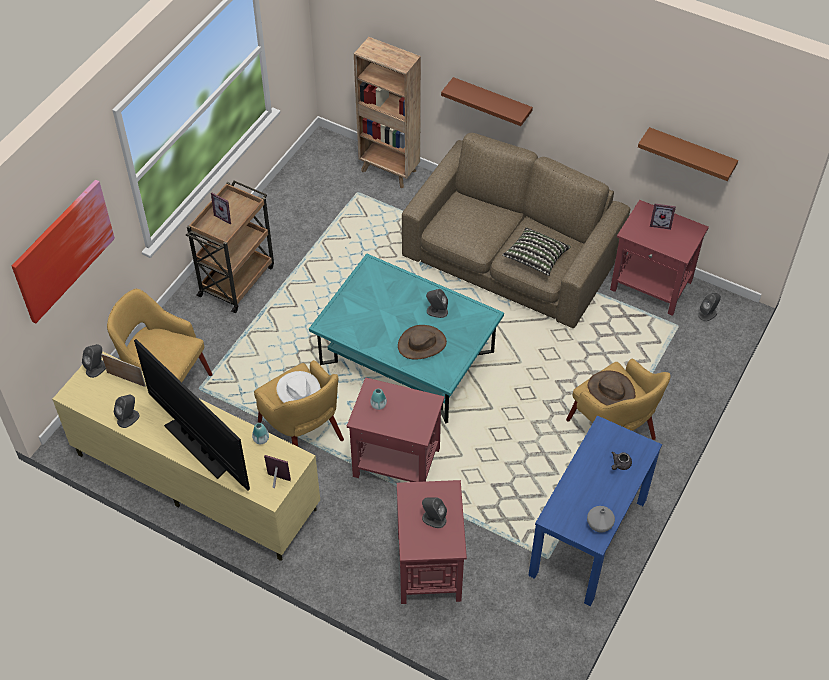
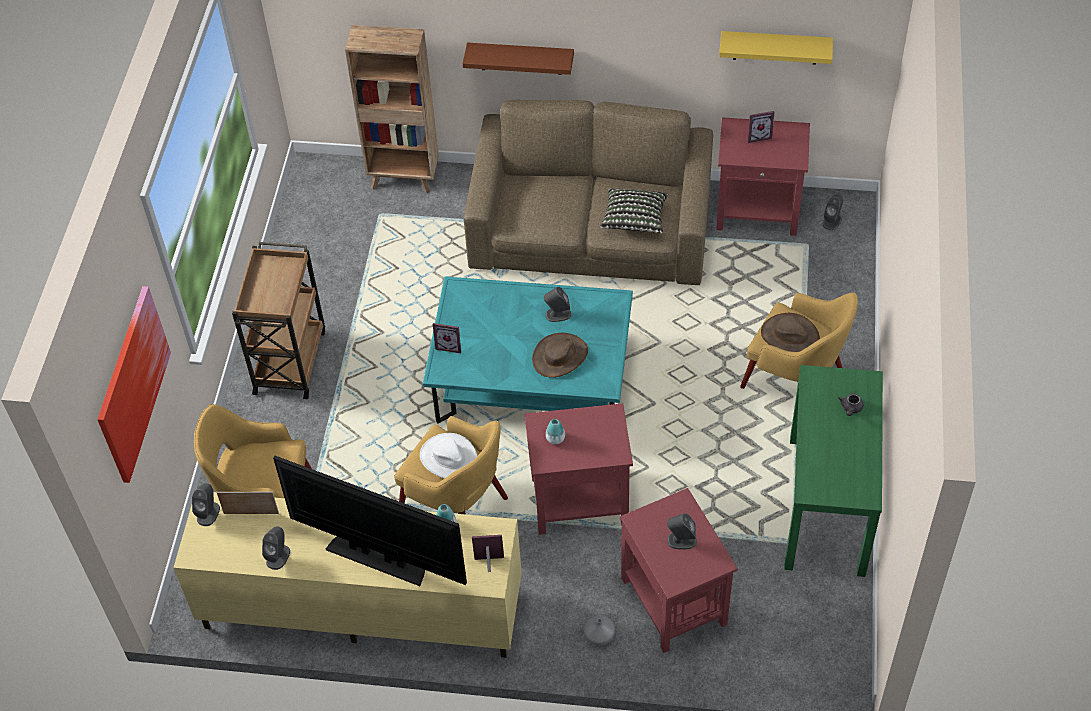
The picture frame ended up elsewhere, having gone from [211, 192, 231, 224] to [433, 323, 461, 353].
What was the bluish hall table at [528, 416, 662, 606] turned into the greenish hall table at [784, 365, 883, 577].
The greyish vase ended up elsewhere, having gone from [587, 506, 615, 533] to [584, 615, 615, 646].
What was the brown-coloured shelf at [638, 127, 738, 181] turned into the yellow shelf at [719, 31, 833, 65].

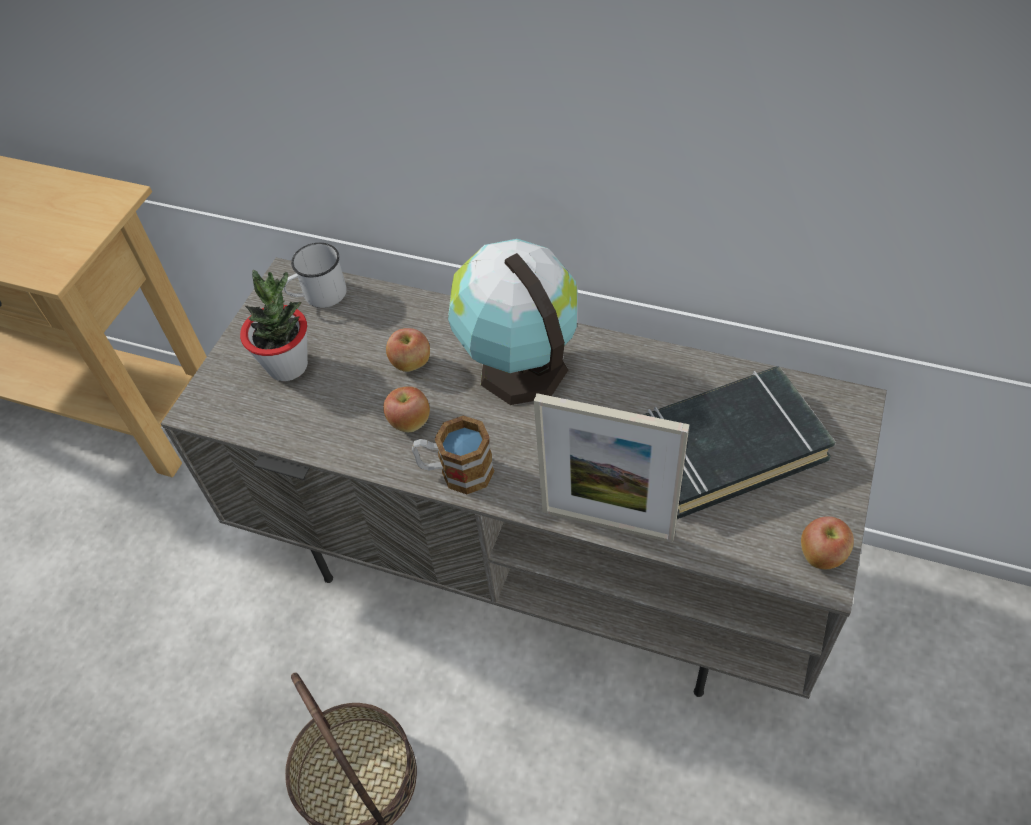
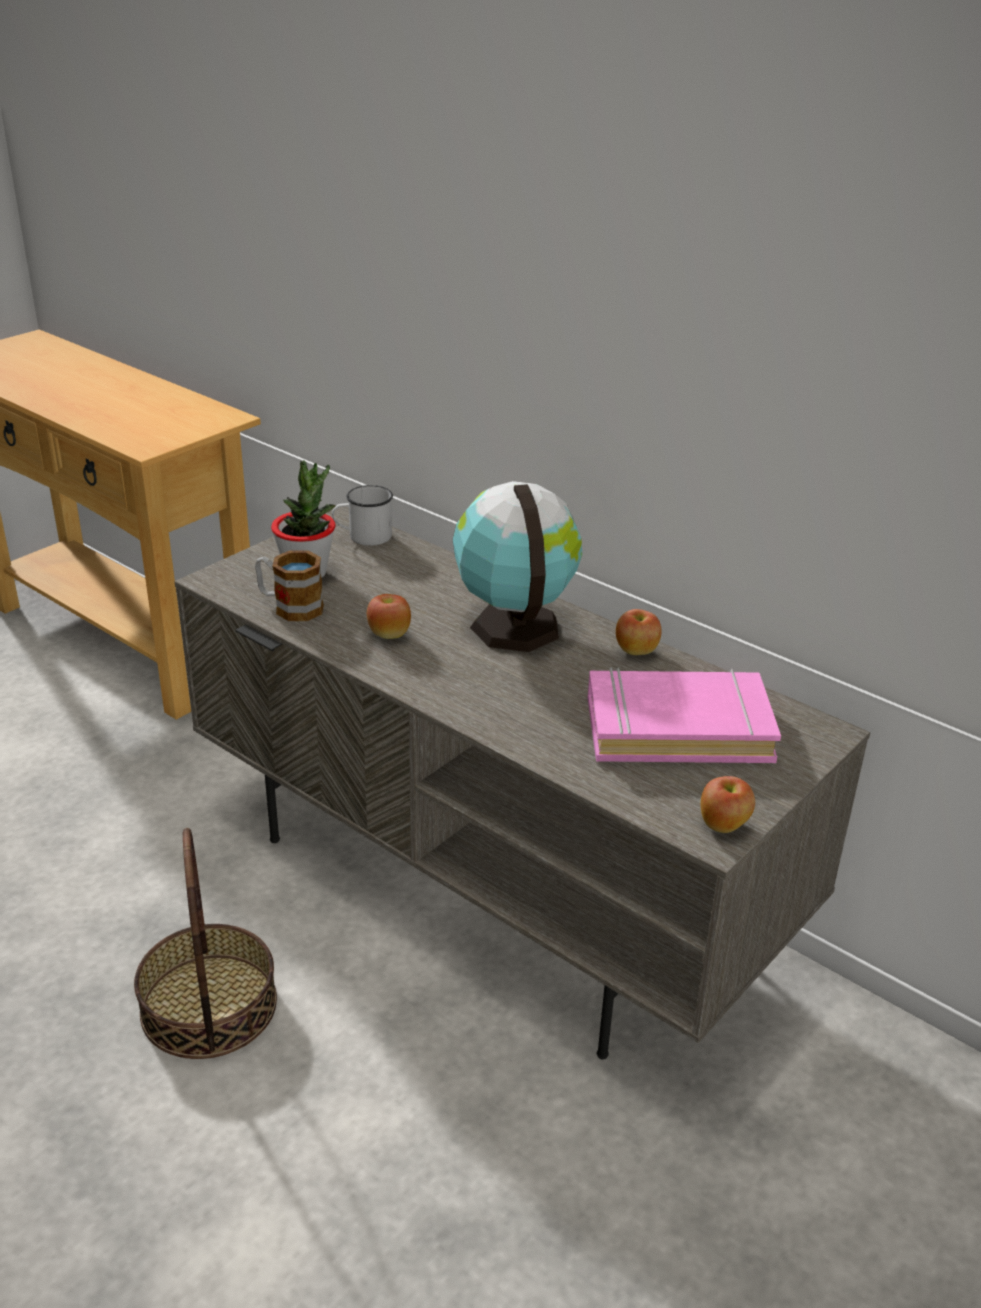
The apple ended up elsewhere, having gone from [386, 328, 430, 372] to [616, 609, 662, 655].
The mug ended up elsewhere, having gone from [412, 416, 495, 494] to [255, 550, 324, 621].
The second view lost the picture frame at [534, 393, 689, 543].
What was the black bound book at [644, 366, 836, 519] turned into the pinkish bound book at [588, 667, 781, 763].

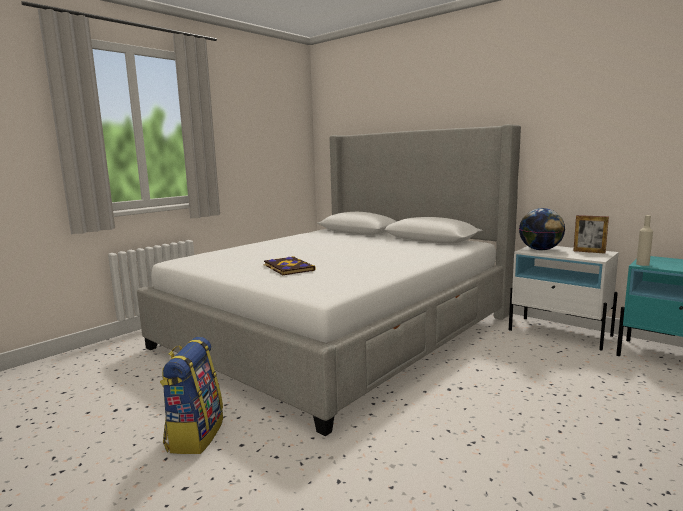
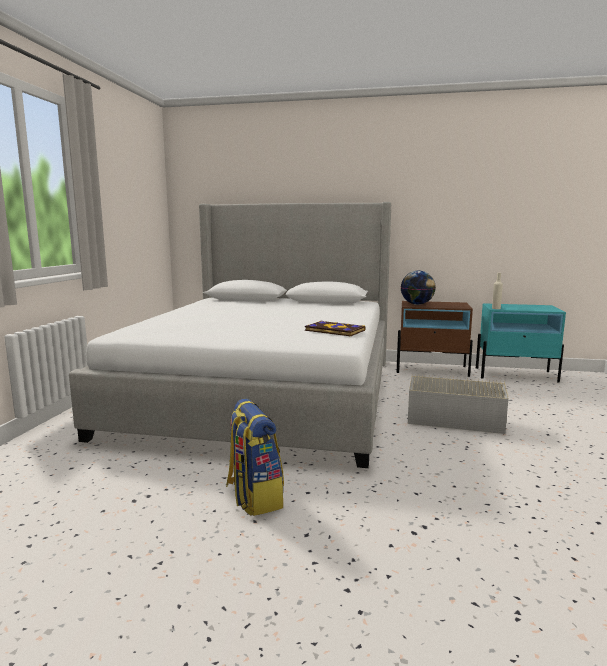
The bound book ended up elsewhere, having gone from [263, 256, 316, 275] to [305, 321, 366, 336].
What was the white nightstand at [509, 246, 619, 351] turned into the brown-coloured nightstand at [396, 301, 473, 377].
The second view lost the picture frame at [573, 215, 609, 254].
The second view gained the greyish storage container at [408, 374, 509, 434].

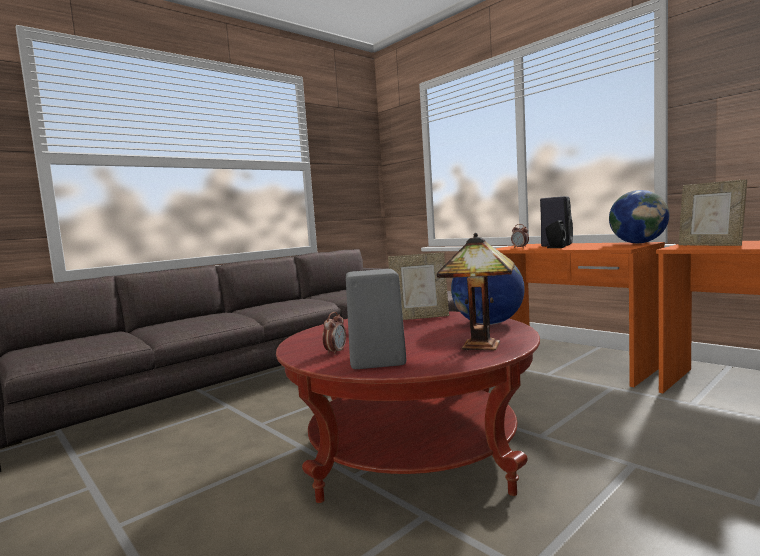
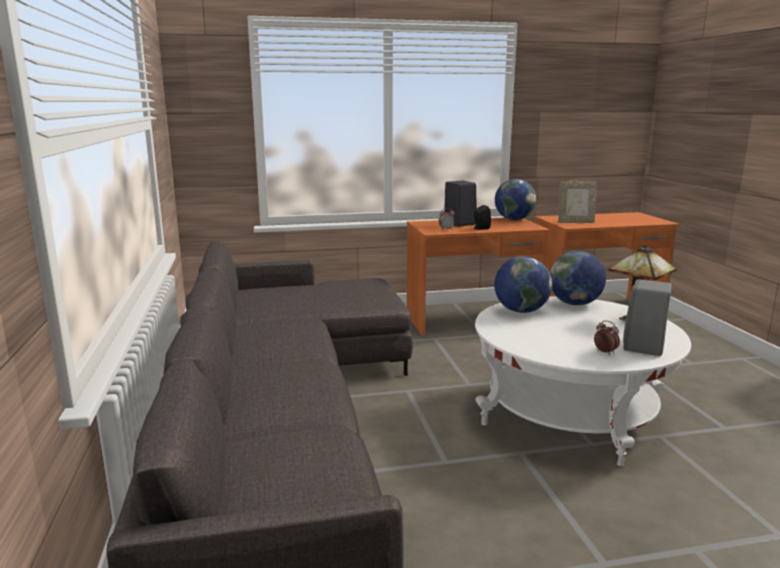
What was the reddish low table at [276, 311, 540, 503] turned into the white low table at [475, 297, 691, 466].
Where the picture frame stood at [388, 252, 449, 320], the globe came to stand at [494, 256, 552, 313].

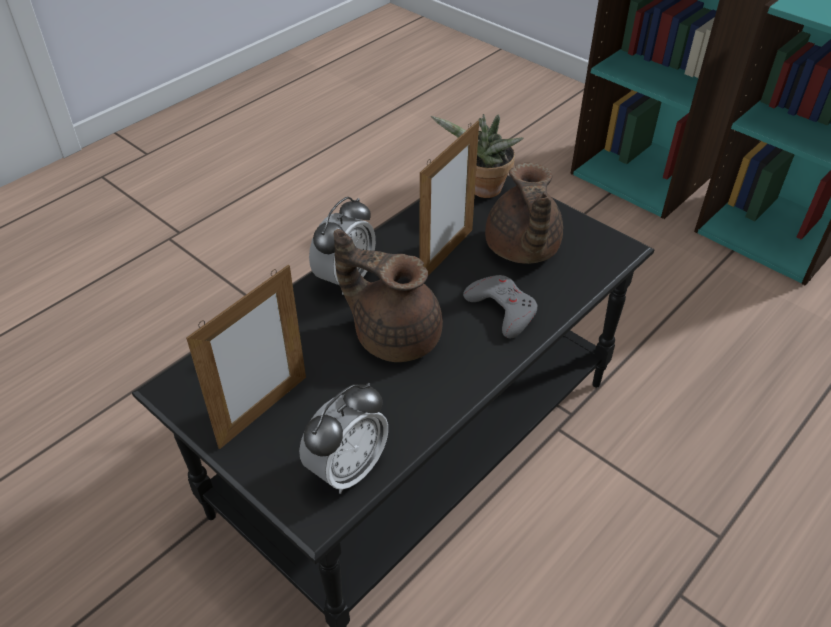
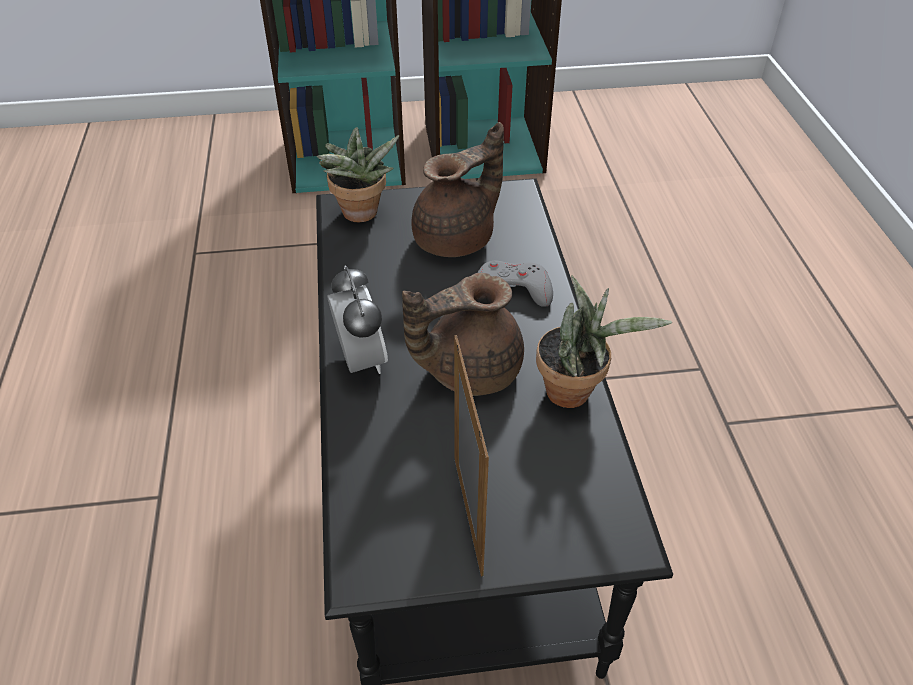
The second view lost the table clock at [299, 383, 388, 494].
The second view lost the picture frame at [419, 121, 479, 276].
The brown-coloured tea pot at [485, 163, 563, 264] ended up facing another way, 75 degrees counterclockwise from before.
The second view gained the plant in a pot at [536, 276, 672, 408].

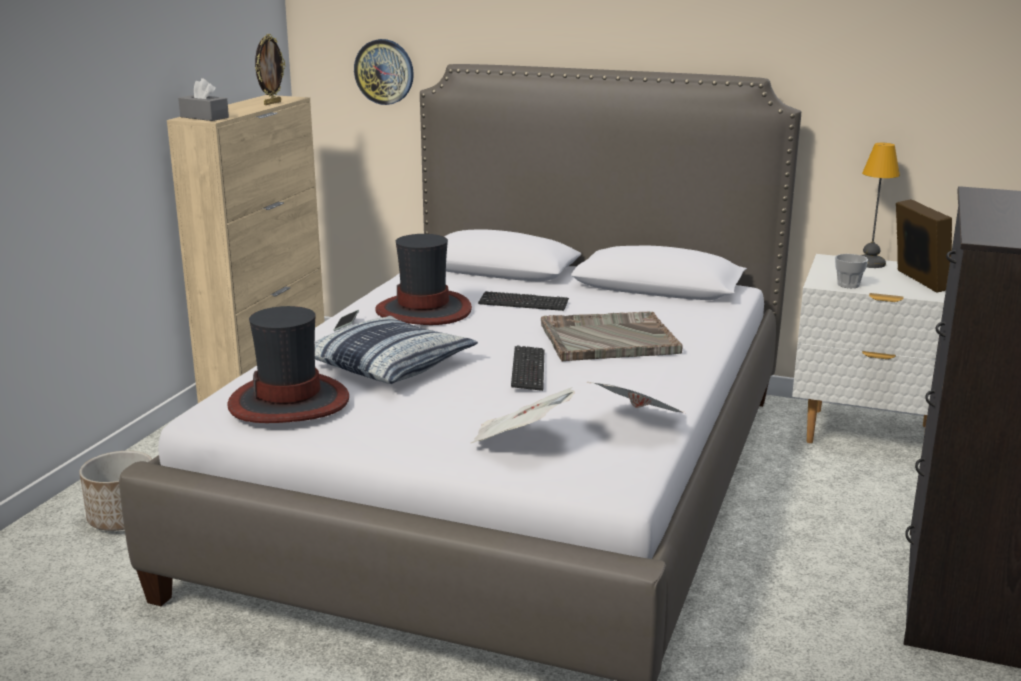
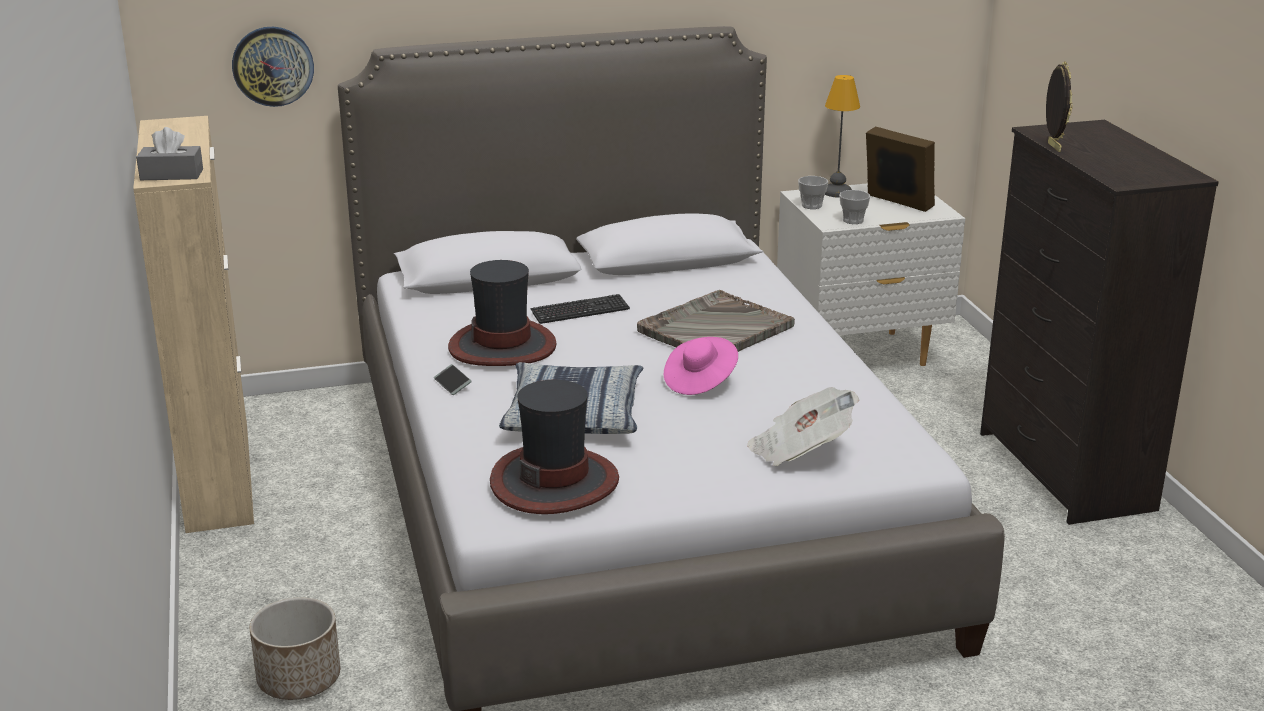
The picture frame ended up elsewhere, having gone from [255, 34, 286, 105] to [1046, 61, 1073, 152].
Where the PC keyboard stood at [511, 346, 545, 391], the pinkish hat came to stand at [664, 337, 738, 395].
The second view lost the daily paper at [587, 382, 685, 414].
The second view gained the drinking cup at [798, 176, 828, 209].

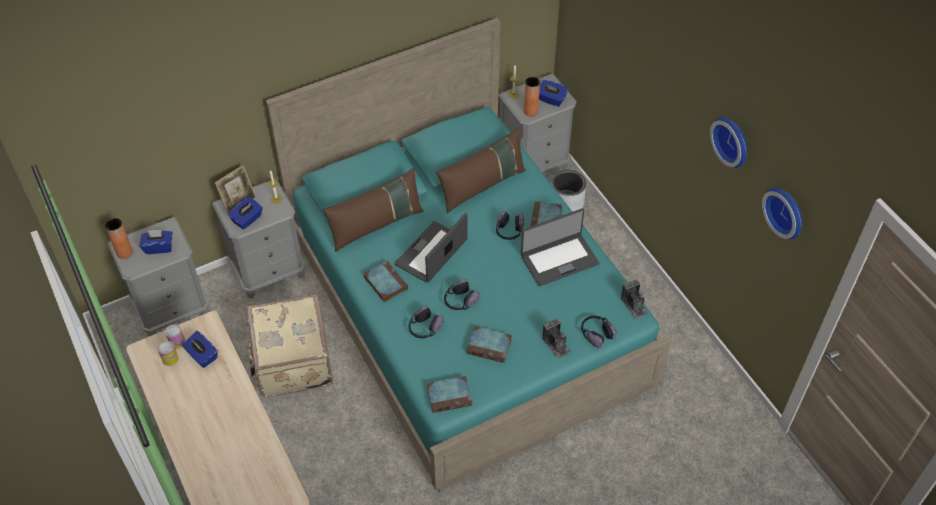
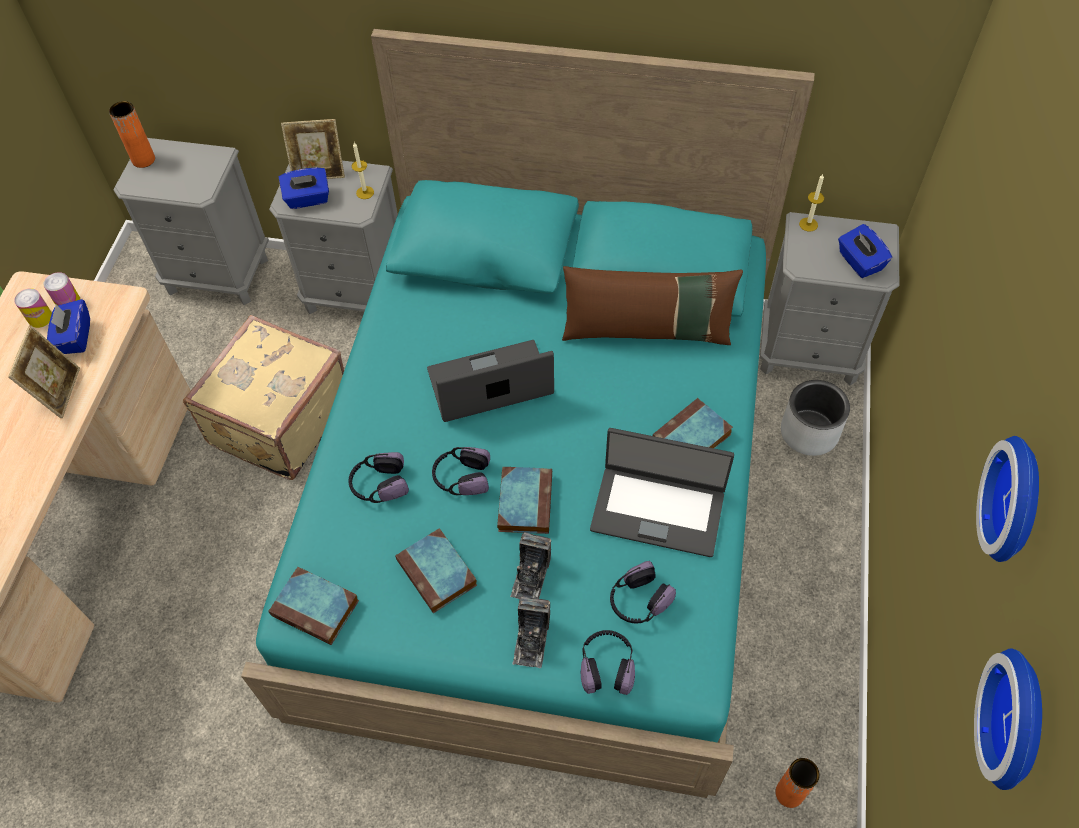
The second view lost the bluish tissue box at [139, 230, 173, 254].
The second view lost the brown-coloured pillow at [323, 168, 423, 252].
The bound book ended up elsewhere, having gone from [364, 261, 408, 302] to [497, 467, 552, 534].
The headphones ended up elsewhere, having gone from [496, 211, 524, 240] to [610, 561, 676, 623].
The orangey vase ended up elsewhere, having gone from [524, 77, 540, 116] to [775, 758, 820, 808].
The still camera ended up elsewhere, having gone from [621, 280, 648, 319] to [510, 533, 551, 599].
The second view gained the picture frame at [8, 325, 80, 418].

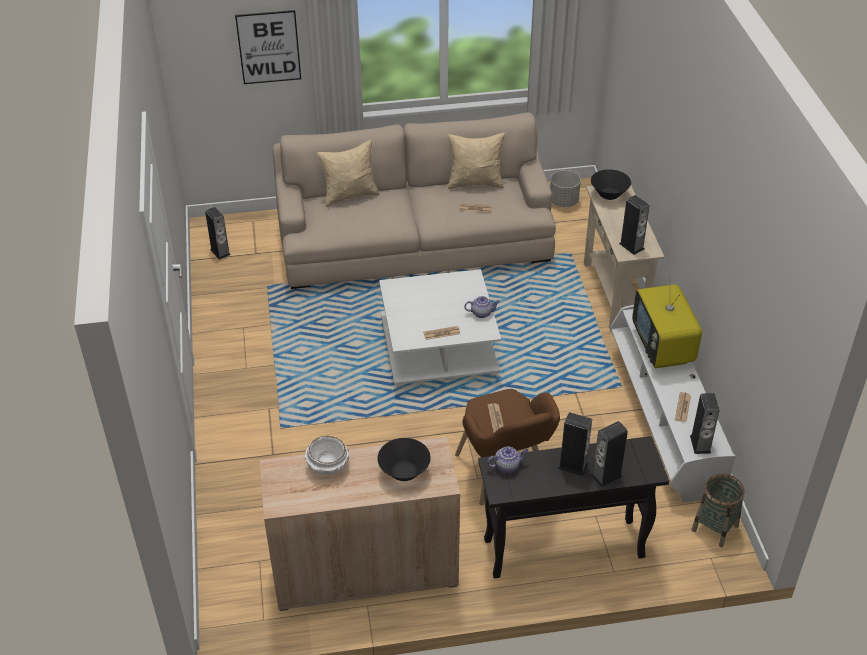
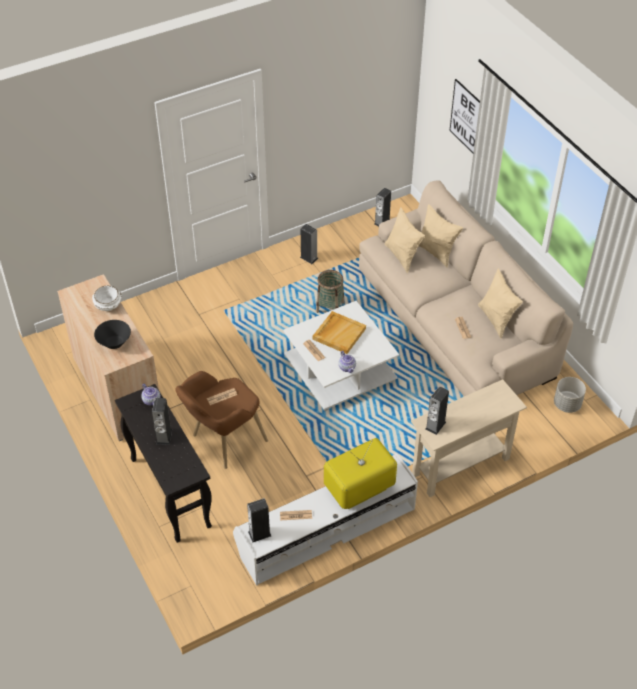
The loudspeaker ended up elsewhere, having gone from [590, 421, 628, 487] to [300, 224, 318, 264].
The second view lost the black bowl at [591, 169, 631, 200].
The household basket ended up elsewhere, having gone from [692, 474, 745, 547] to [316, 270, 344, 313].
The second view gained the beige carrying tray at [313, 311, 366, 354].
The second view gained the beige pillow at [385, 207, 425, 273].

